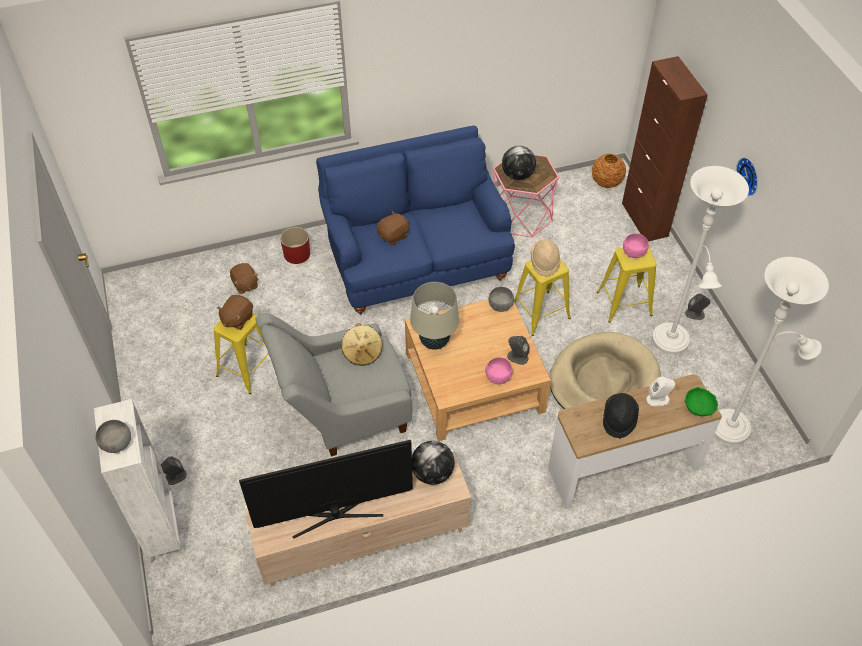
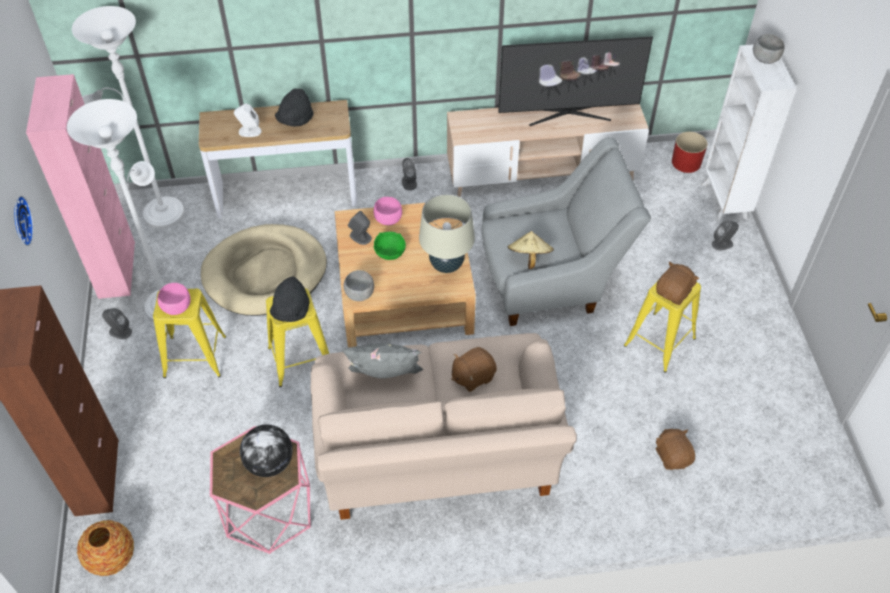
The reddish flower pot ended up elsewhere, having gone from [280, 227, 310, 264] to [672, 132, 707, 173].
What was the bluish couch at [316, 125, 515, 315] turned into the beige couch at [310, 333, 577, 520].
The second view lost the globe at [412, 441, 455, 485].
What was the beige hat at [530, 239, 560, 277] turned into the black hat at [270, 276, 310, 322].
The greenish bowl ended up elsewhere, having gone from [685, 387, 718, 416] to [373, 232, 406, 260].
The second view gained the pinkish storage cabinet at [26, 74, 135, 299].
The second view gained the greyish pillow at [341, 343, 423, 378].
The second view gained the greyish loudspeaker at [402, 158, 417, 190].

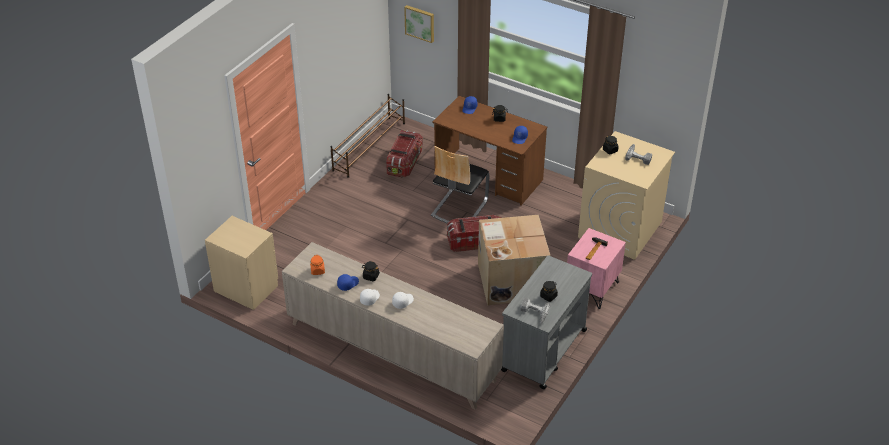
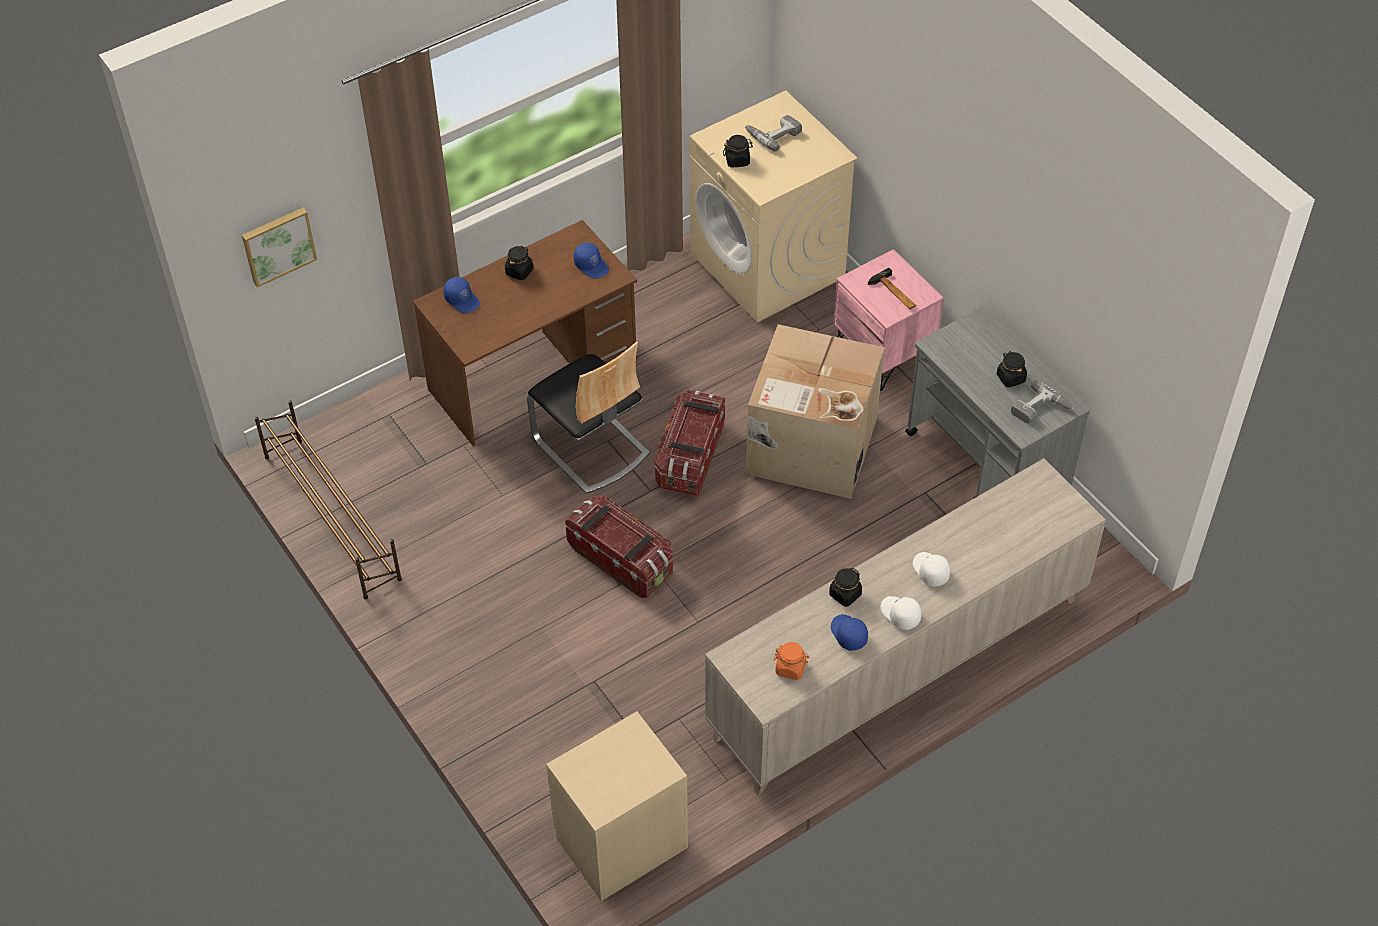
The storage container ended up elsewhere, having gone from [386, 130, 423, 178] to [565, 496, 673, 599].

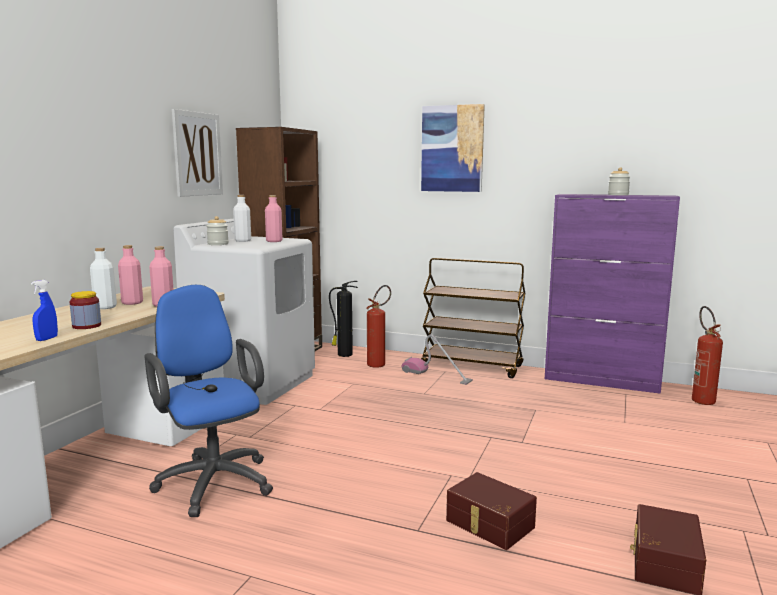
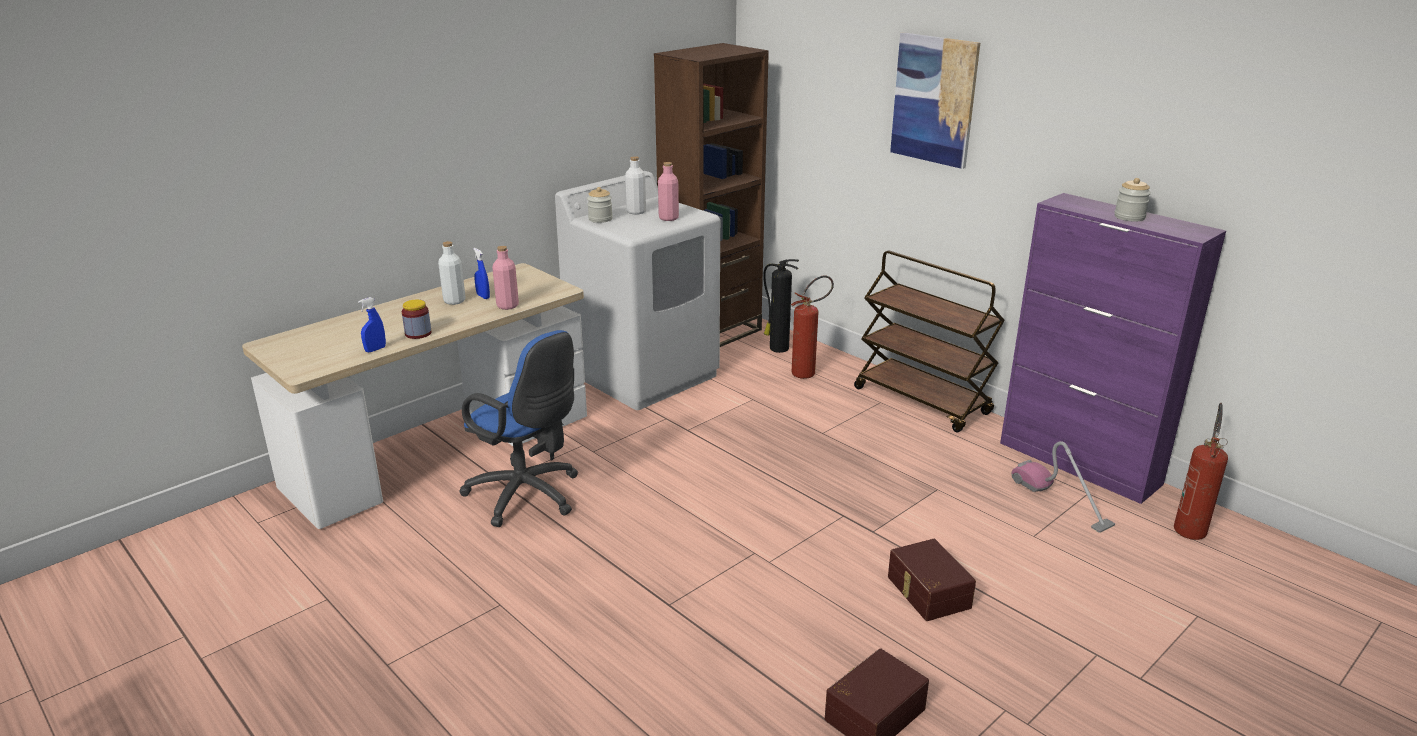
Where the pinkish beverage bottle stood at [118, 245, 143, 305], the bluish sprayer came to stand at [473, 248, 490, 299].
The bluish computer chair at [145, 285, 273, 517] ended up facing another way, 135 degrees clockwise from before.
The second view lost the wall picture at [172, 109, 223, 197].
The vacuum cleaner ended up elsewhere, having gone from [402, 334, 473, 385] to [1011, 441, 1115, 533].
The brown-coloured storage container ended up elsewhere, having gone from [446, 472, 537, 550] to [888, 539, 976, 621].

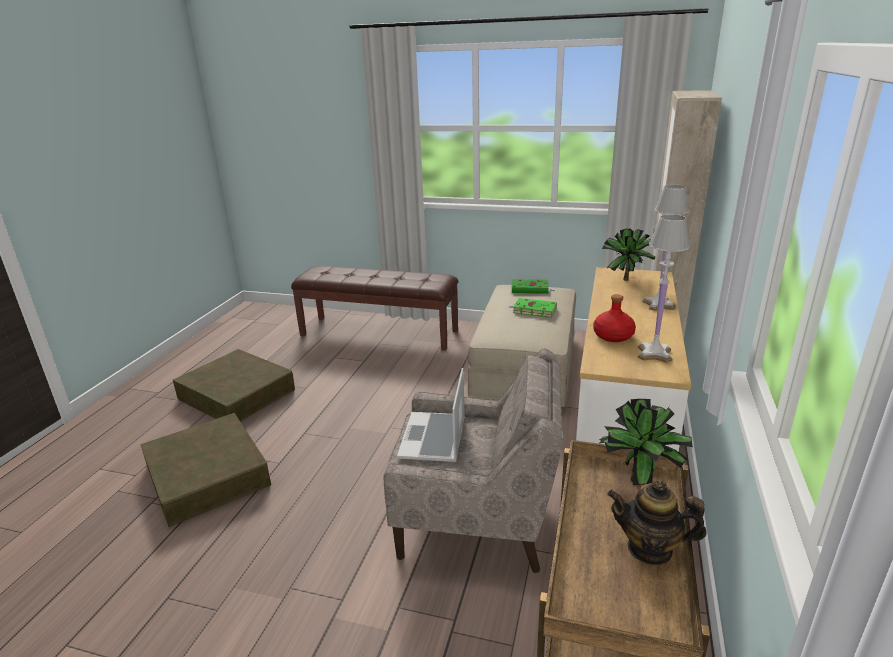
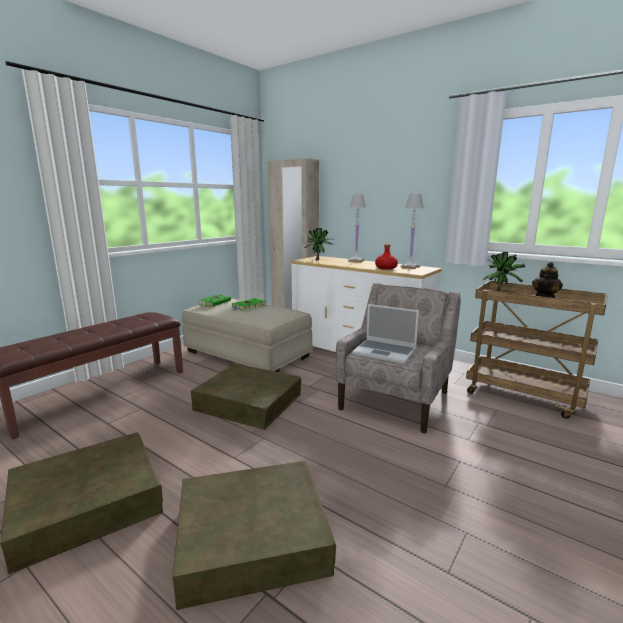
The second view gained the brown-coloured storage container at [191, 364, 301, 430].

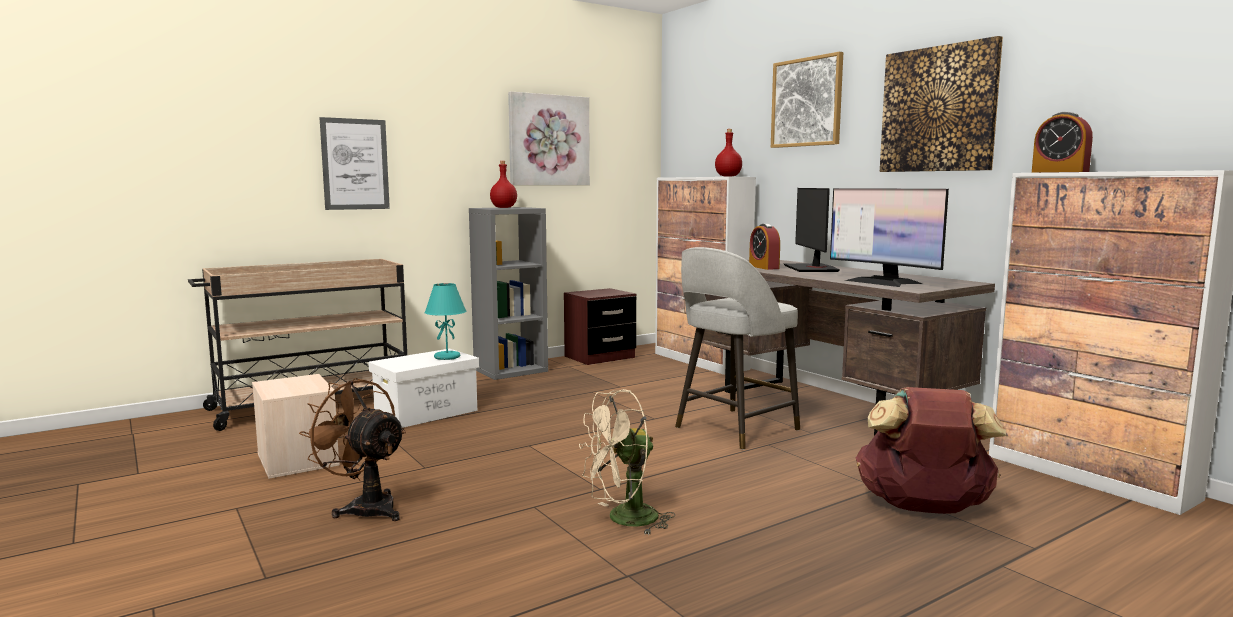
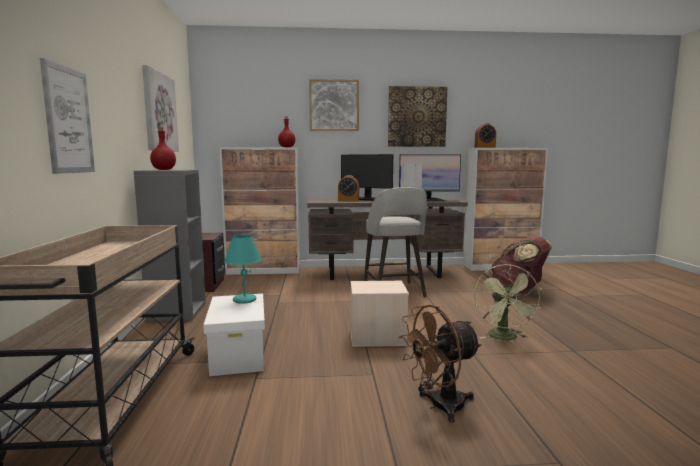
The beige storage container ended up elsewhere, having gone from [252, 374, 340, 479] to [350, 281, 409, 347].
What was the beige cooling fan at [579, 389, 675, 535] turned into the greenish cooling fan at [474, 264, 542, 340].

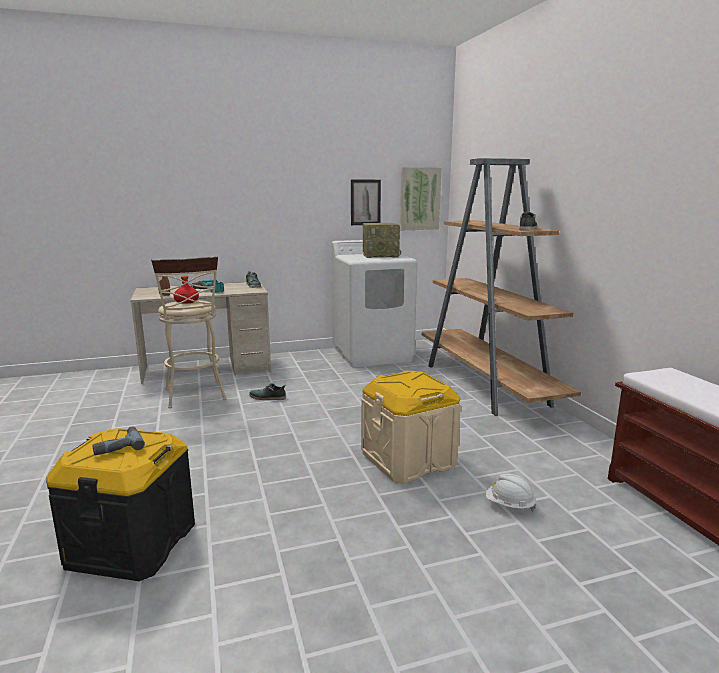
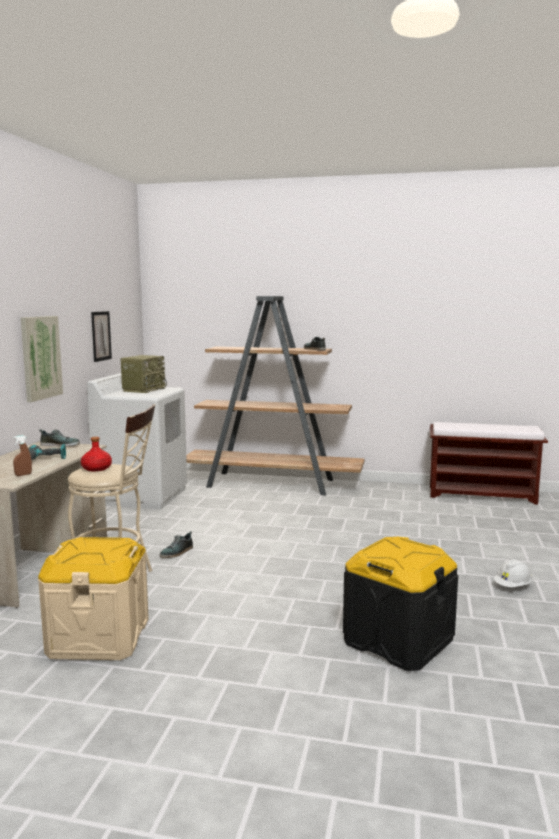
The second view lost the electric drill at [92, 427, 145, 455].
The beige storage container ended up elsewhere, having gone from [361, 371, 461, 483] to [38, 537, 149, 660].
The wall picture ended up elsewhere, having gone from [400, 167, 442, 230] to [21, 316, 63, 402].
The white safety helmet ended up elsewhere, having gone from [485, 474, 536, 511] to [494, 559, 533, 587].

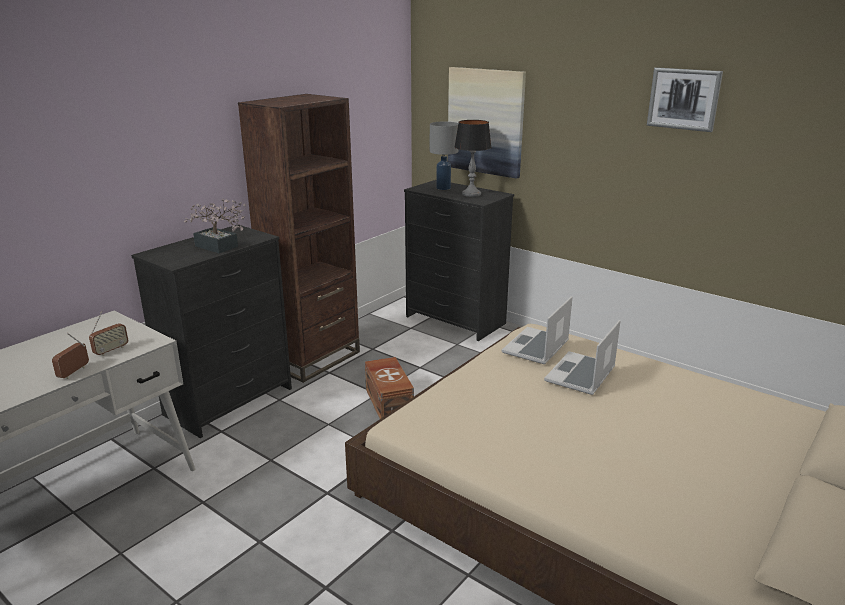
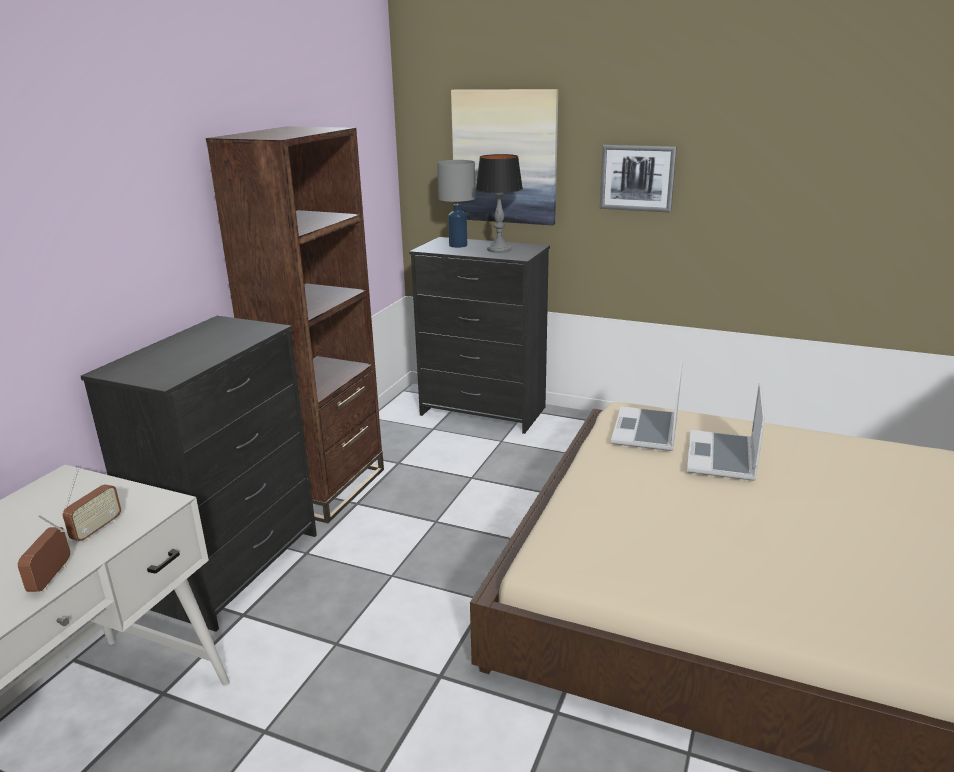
The second view lost the plant in a pot at [184, 198, 246, 253].
The second view lost the brown-coloured storage container at [365, 357, 414, 419].
The wall picture ended up elsewhere, having gone from [647, 67, 723, 132] to [600, 145, 677, 213].

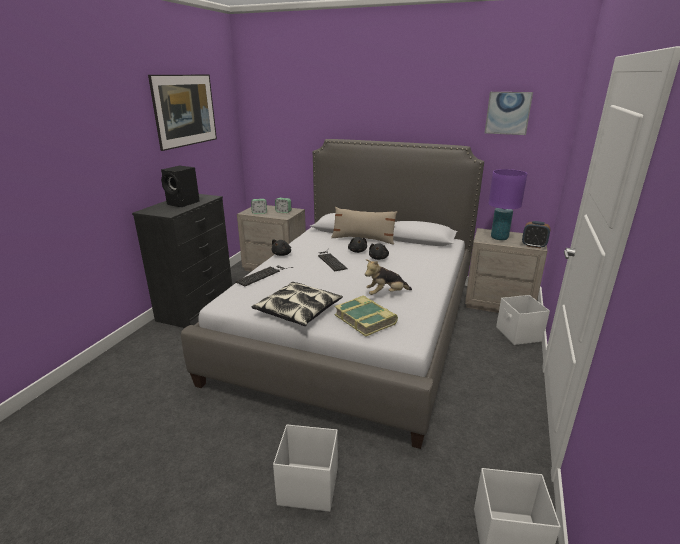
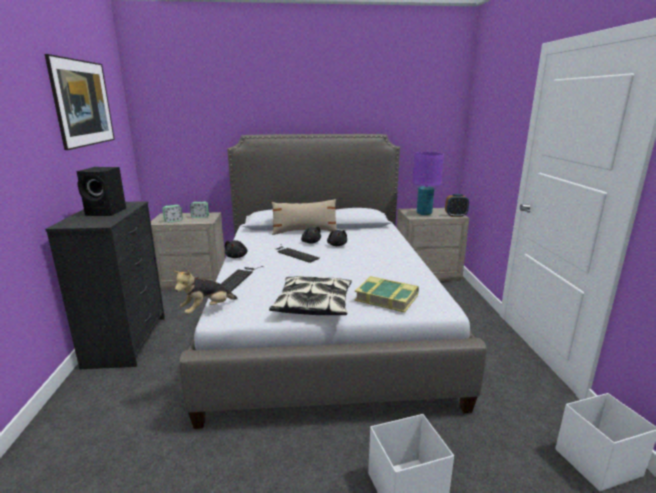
The soft toy ended up elsewhere, having gone from [365, 259, 412, 295] to [173, 270, 237, 314].
The second view lost the wall picture at [485, 92, 533, 135].
The second view lost the white storage container at [496, 295, 550, 345].

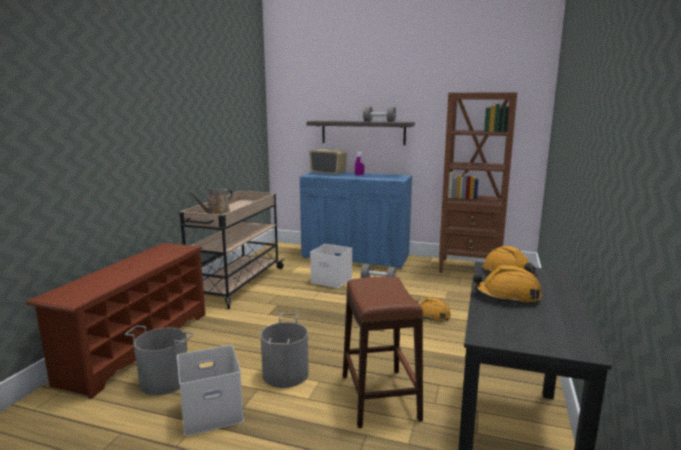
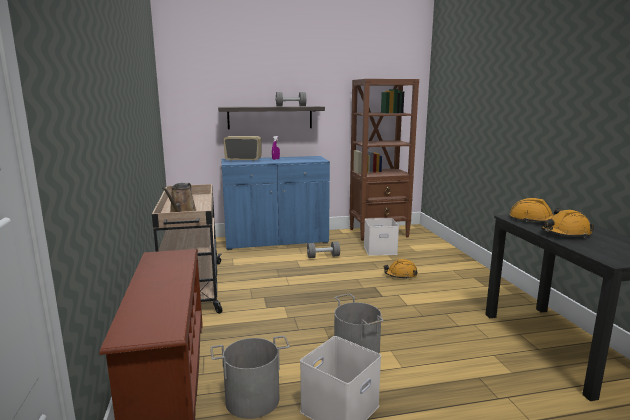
The white storage container ended up elsewhere, having gone from [310, 244, 352, 288] to [364, 218, 399, 256].
The second view lost the brown-coloured sitting stool at [343, 276, 423, 428].

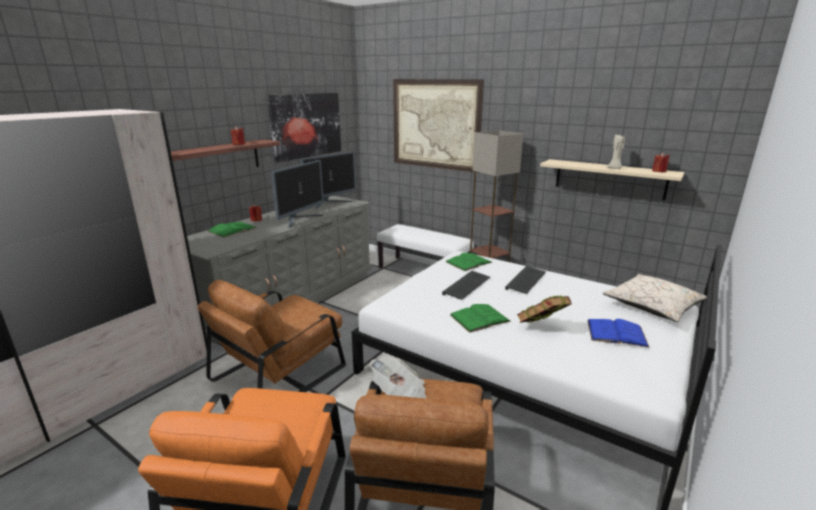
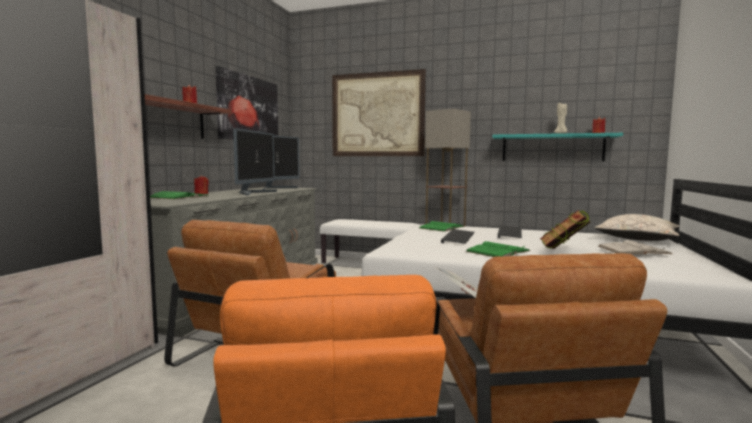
What was the beige shelf at [540, 159, 684, 200] turned into the blue-green shelf at [492, 133, 623, 161].
What was the bluish bound book at [587, 319, 649, 348] turned into the white bound book at [599, 240, 672, 254].

